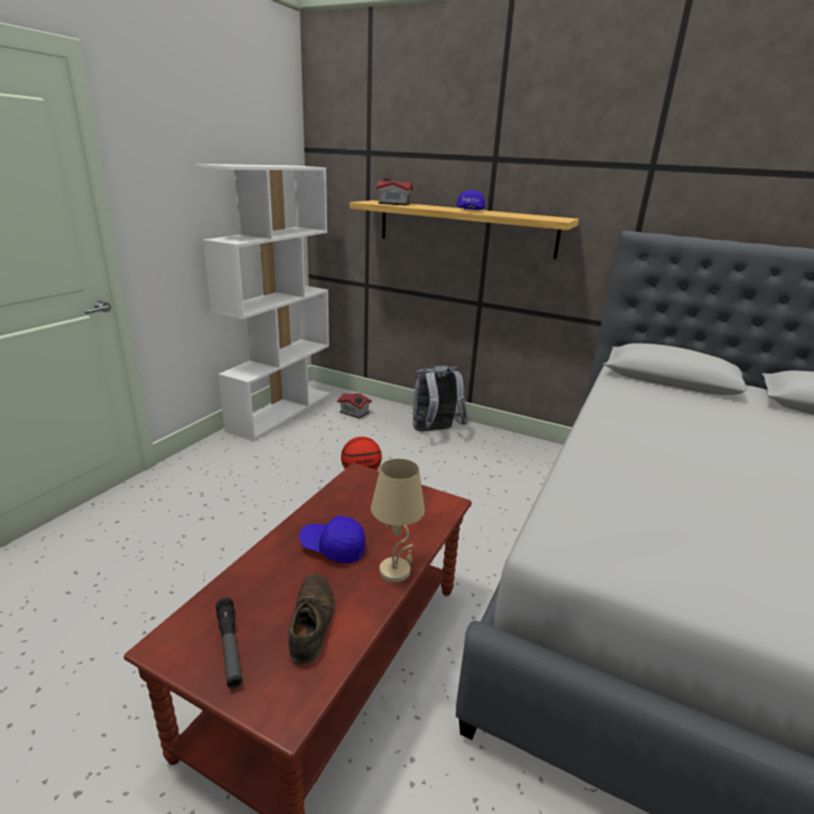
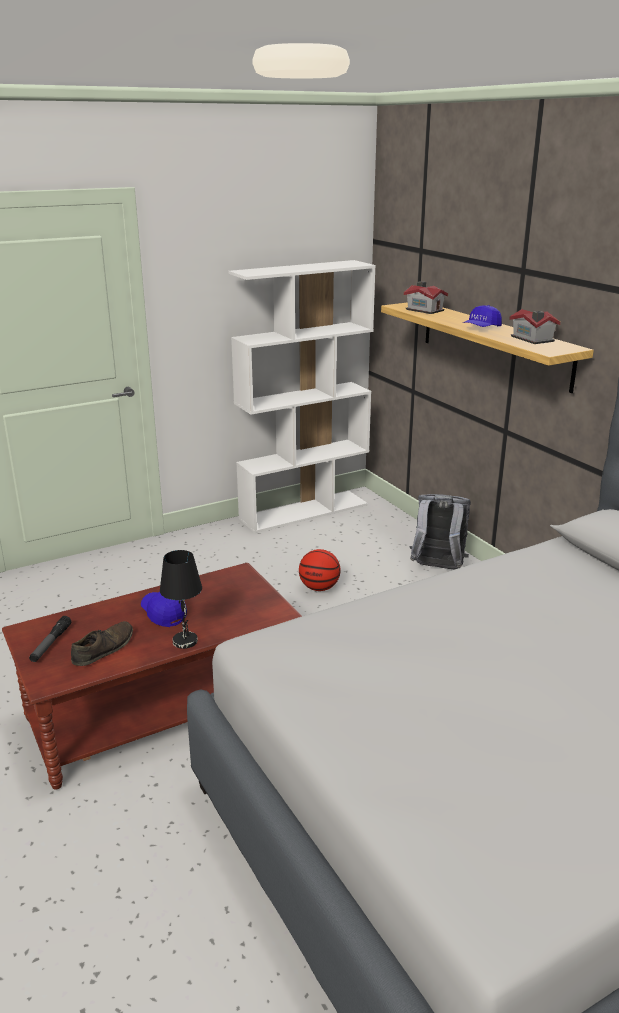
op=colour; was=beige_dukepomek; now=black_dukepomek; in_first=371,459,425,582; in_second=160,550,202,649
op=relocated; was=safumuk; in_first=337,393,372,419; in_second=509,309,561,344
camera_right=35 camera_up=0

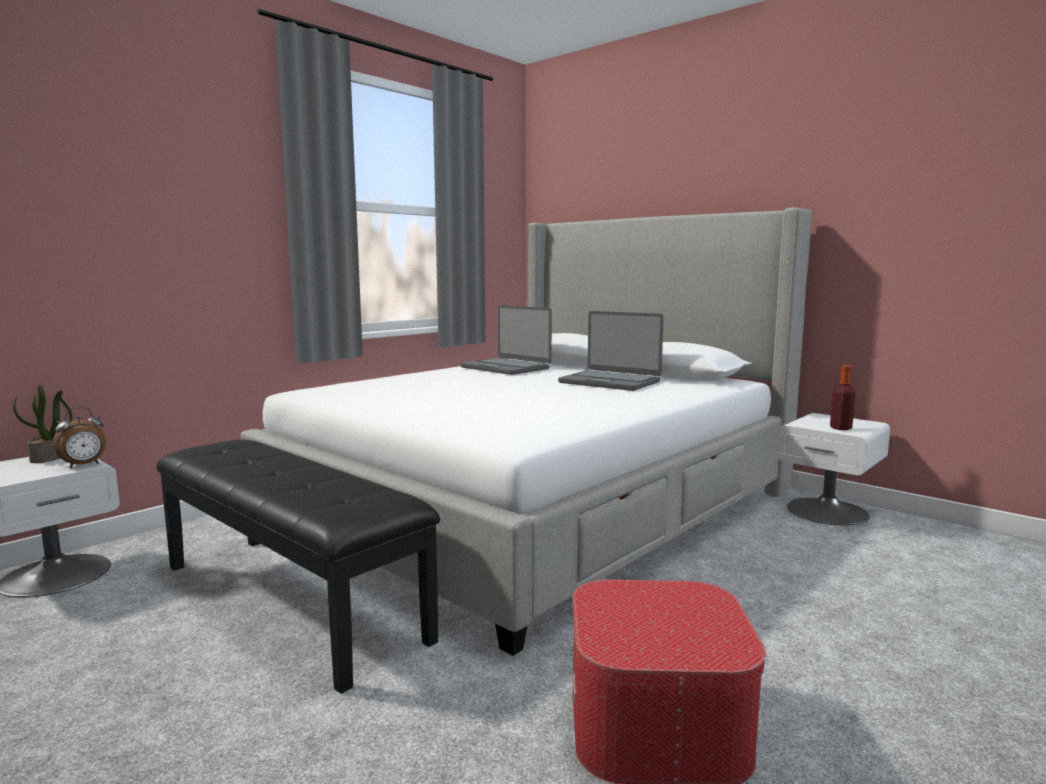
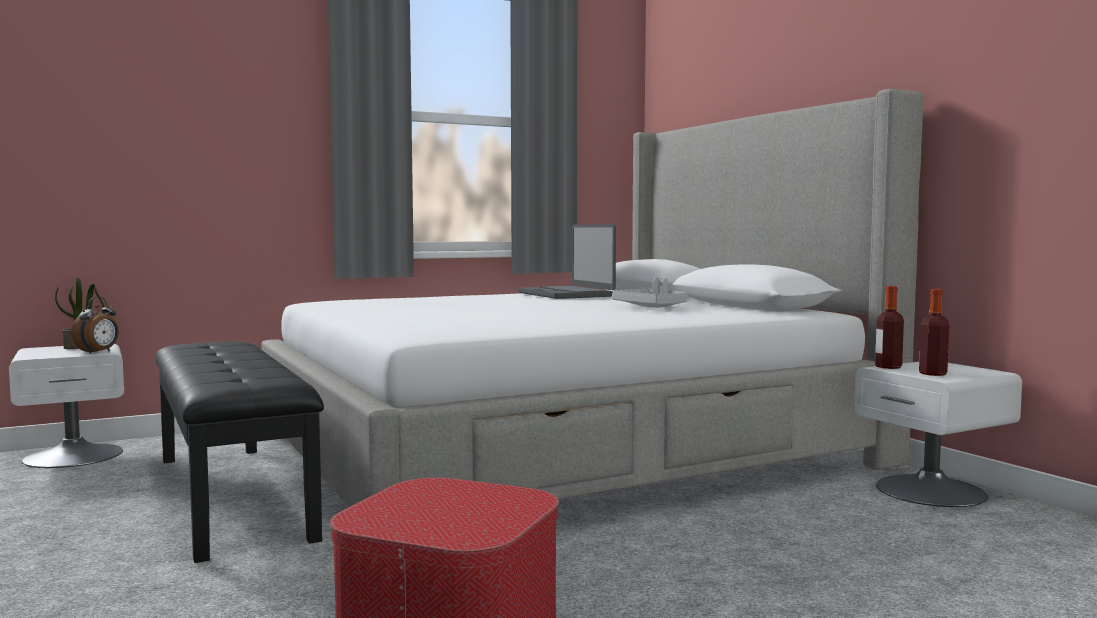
op=spun; was=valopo; in_first=53,407,106,468; in_second=71,297,119,354; clockwise=-45
op=exchanged; was=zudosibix; now=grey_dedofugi; in_first=558,311,664,391; in_second=612,278,687,308
op=appeared; now=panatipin; in_second=875,286,904,369
camera_right=20 camera_up=-5

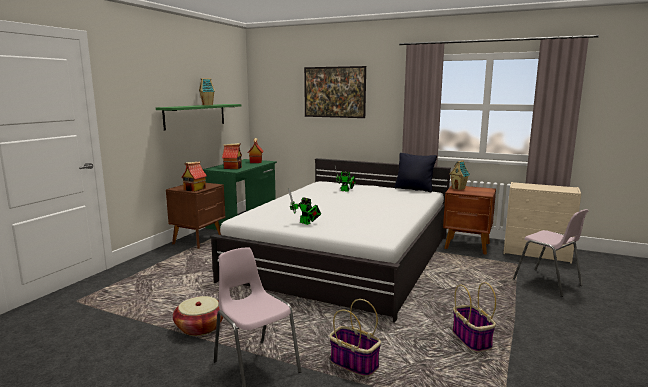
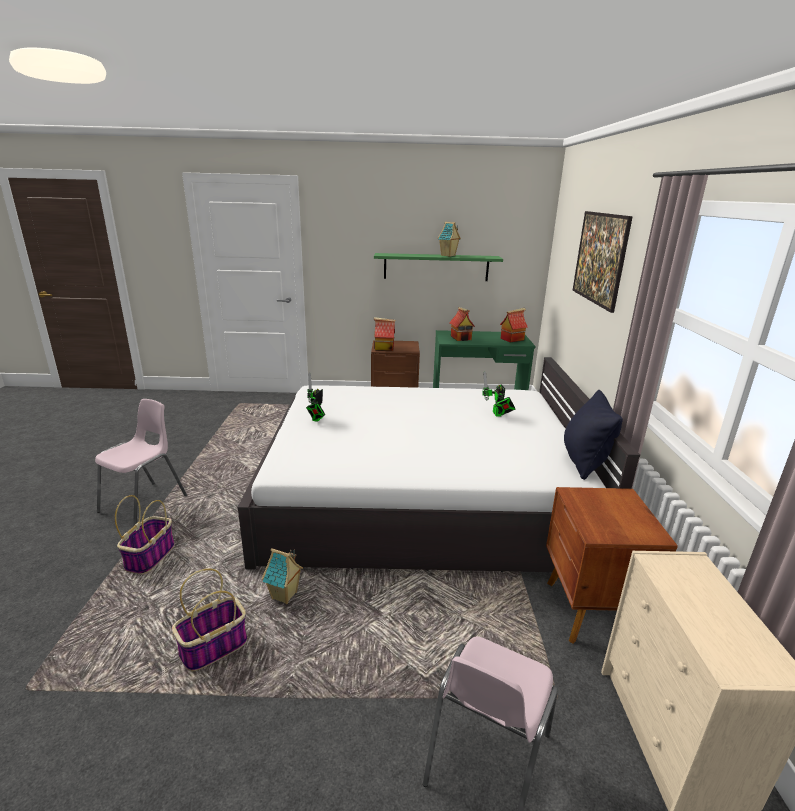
op=relocated; was=safumuk; in_first=449,160,470,190; in_second=262,548,303,604
op=missing; was=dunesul; in_first=173,296,224,336
camera_right=65 camera_up=10

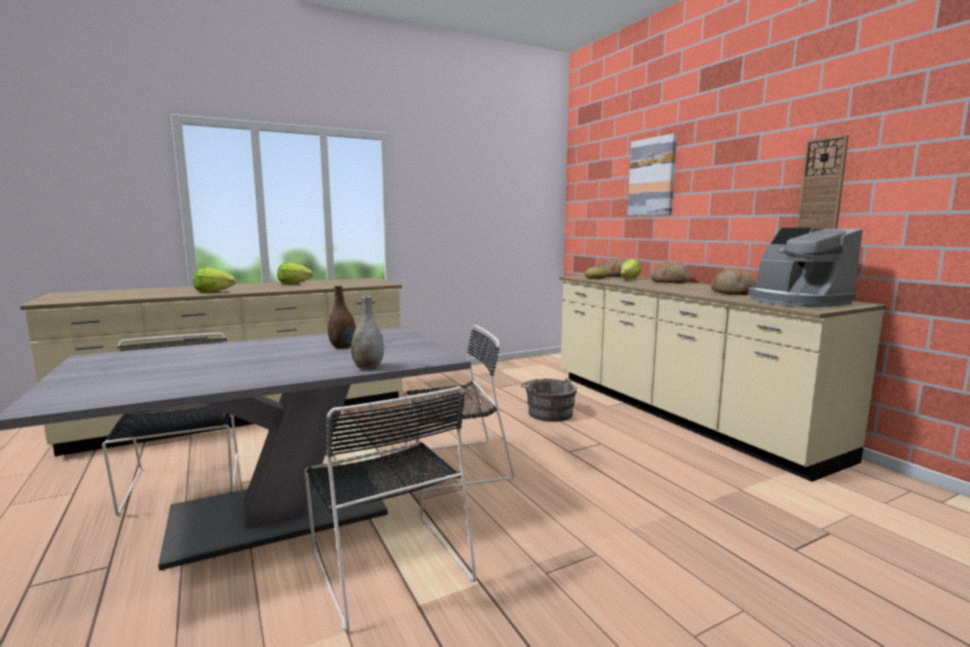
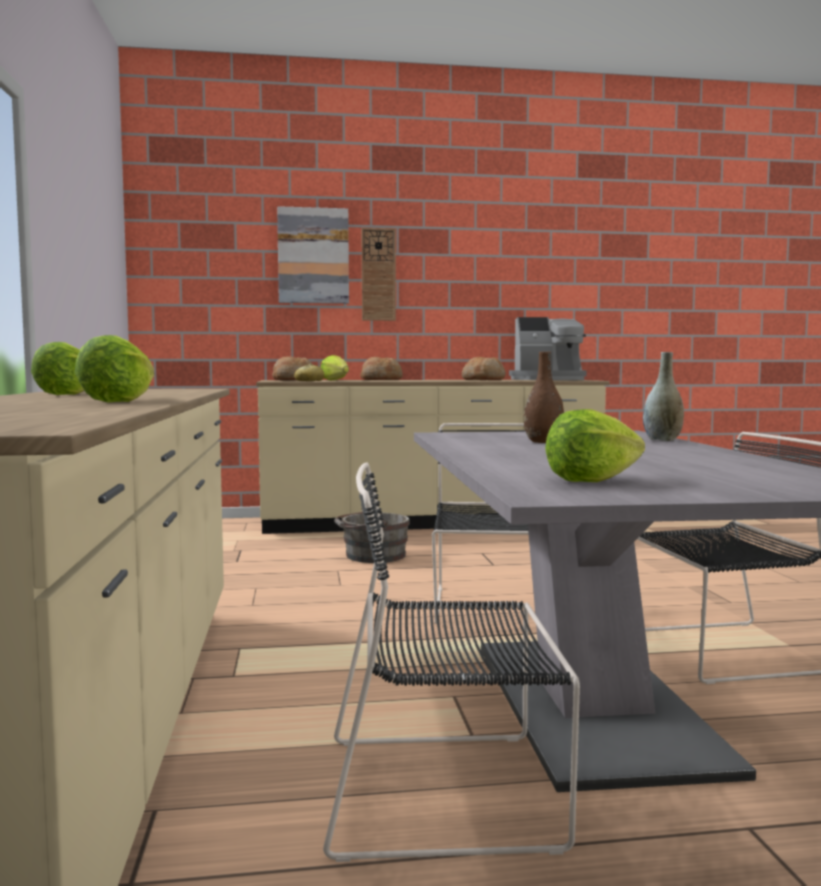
op=relocated; was=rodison; in_first=797,135,849,229; in_second=362,228,396,321
op=appeared; now=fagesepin; in_second=545,409,645,482
camera_right=-70 camera_up=-5

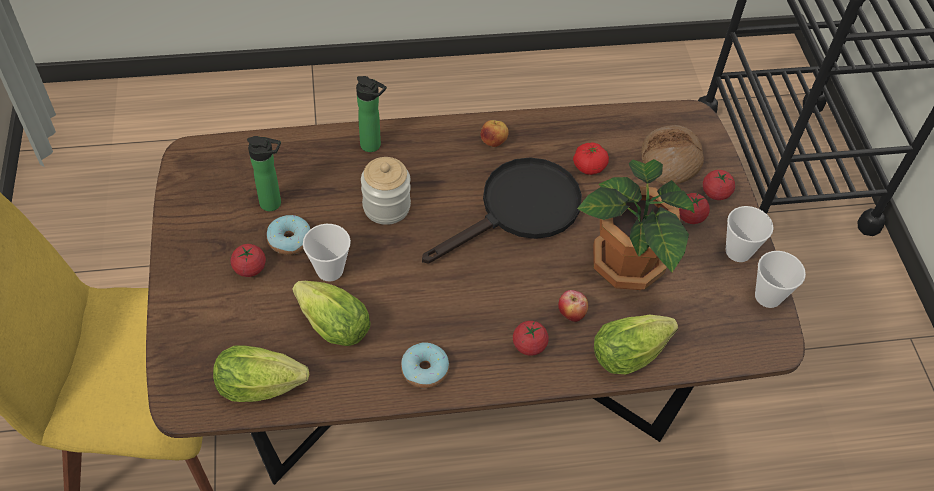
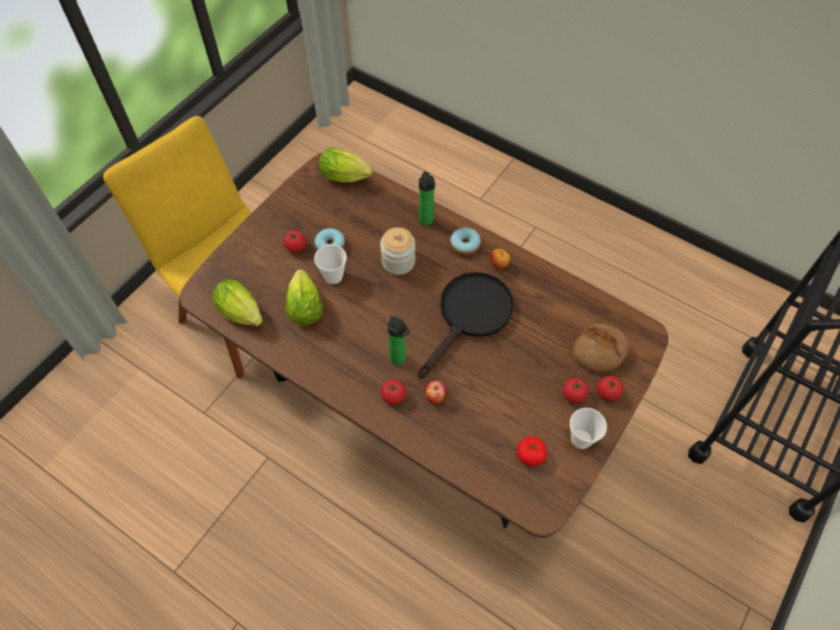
op=relocated; was=fagesepin; in_first=594,315,678,374; in_second=319,147,372,182
op=relocated; was=panatipin; in_first=247,136,281,211; in_second=387,316,410,366
op=spun; was=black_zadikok; in_first=422,157,582,264; in_second=418,272,514,378; clockwise=-60
op=relocated; was=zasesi; in_first=401,342,449,388; in_second=450,228,481,255
op=relocated; was=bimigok; in_first=573,142,609,175; in_second=517,437,547,466
op=missing; was=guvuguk; in_first=577,159,695,290
op=missing; was=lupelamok; in_first=755,251,806,308
camera_right=45 camera_up=5

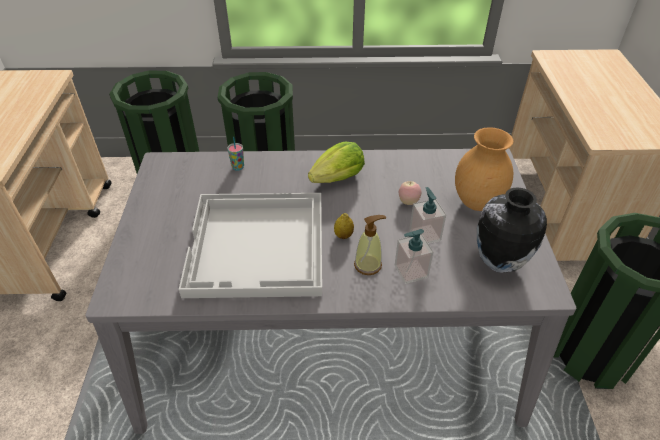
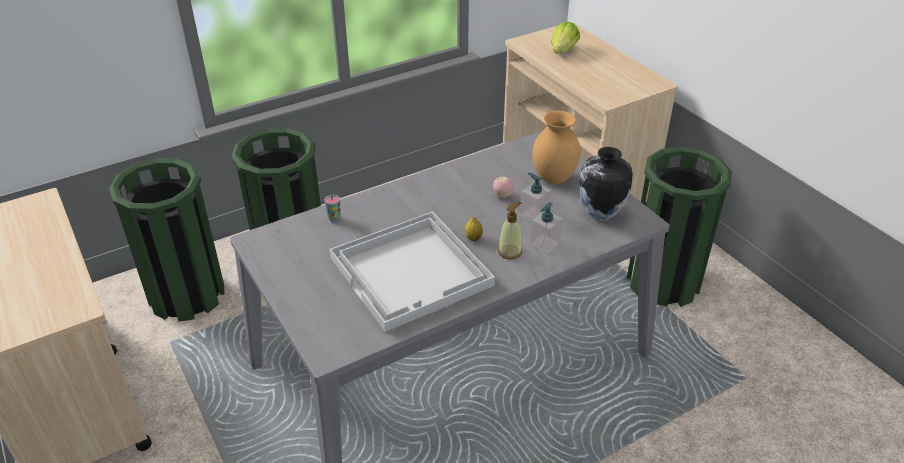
op=relocated; was=fagesepin; in_first=308,142,365,183; in_second=551,21,580,54
camera_right=-30 camera_up=-5

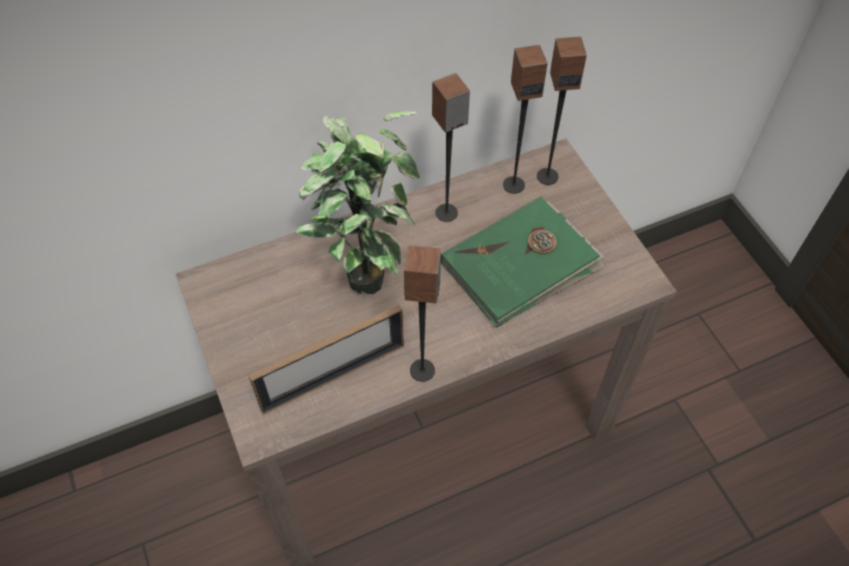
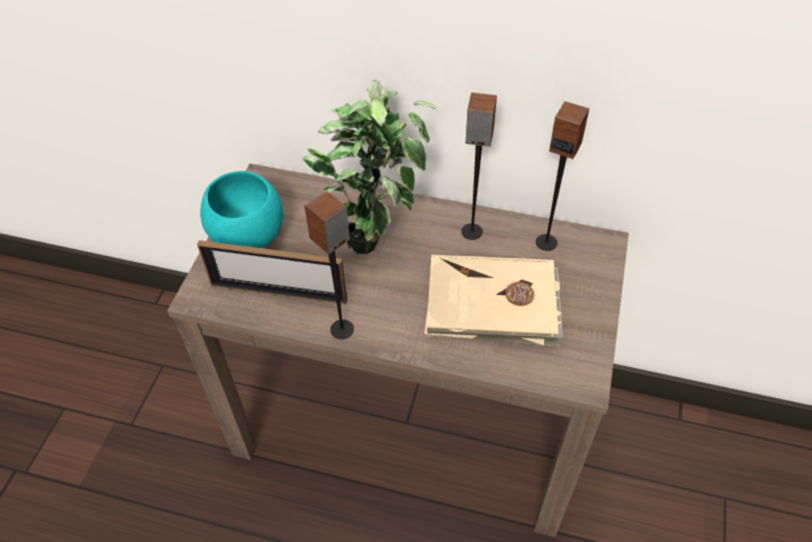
op=appeared; now=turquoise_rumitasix; in_second=200,171,283,248
op=colour; was=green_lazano; now=beige_lazano; in_first=441,196,605,327; in_second=424,255,563,347
op=missing; was=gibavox; in_first=537,36,587,185
camera_right=40 camera_up=-5

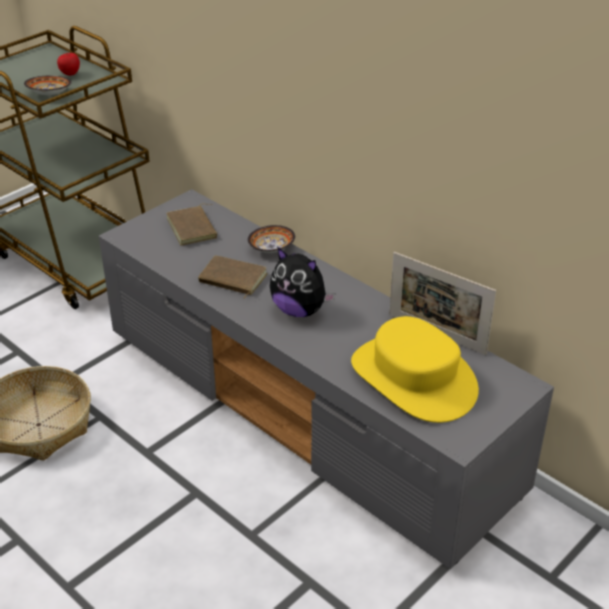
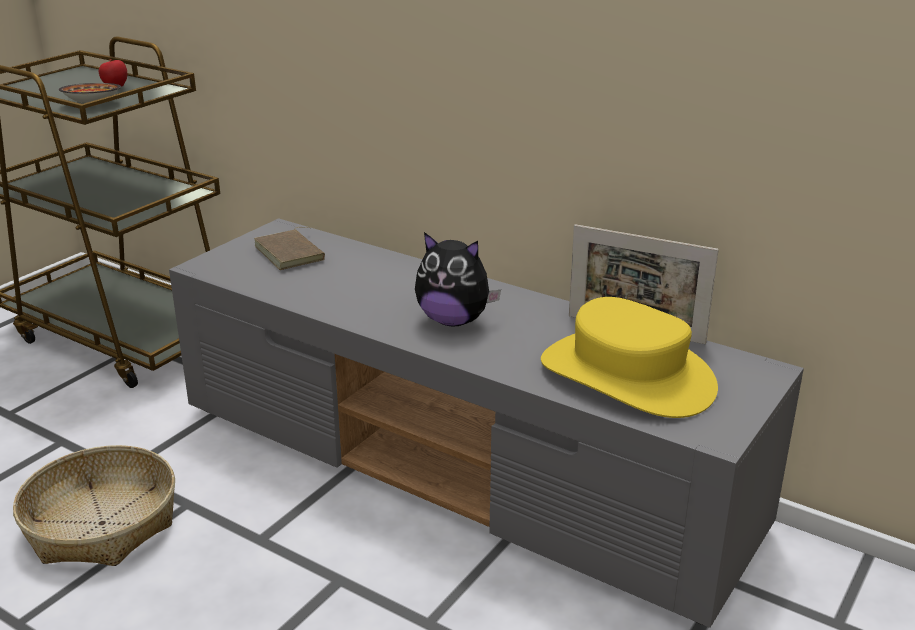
op=missing; was=brown_lazano; in_first=198,255,268,299
op=missing; was=rumitasix; in_first=248,225,295,253
camera_right=-10 camera_up=-10

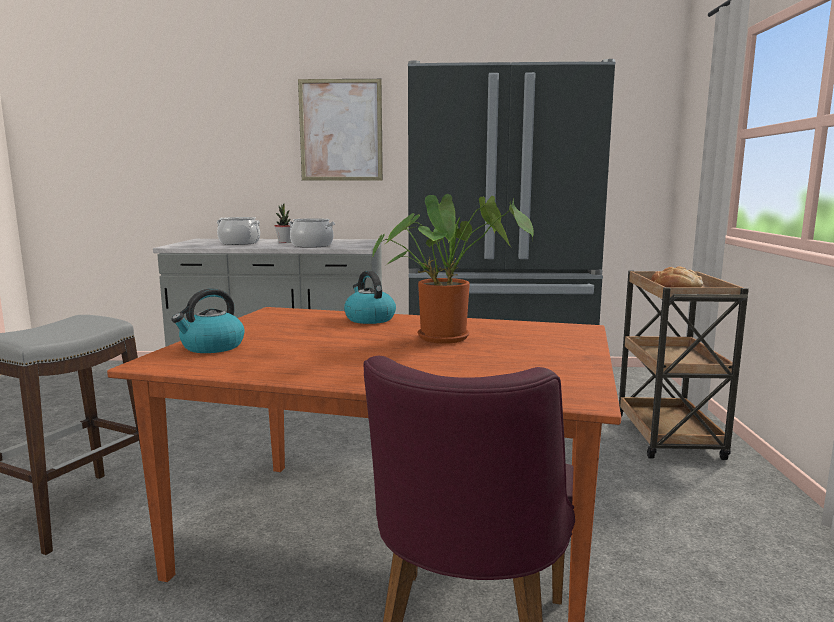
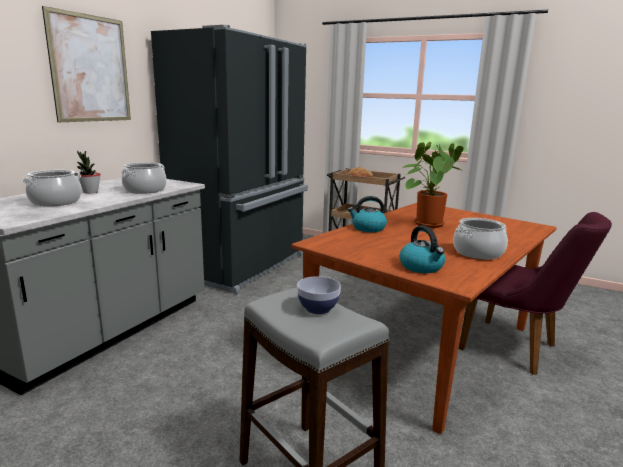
op=appeared; now=rumitasix; in_second=297,276,341,314
op=appeared; now=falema; in_second=453,218,508,260
camera_right=-65 camera_up=5

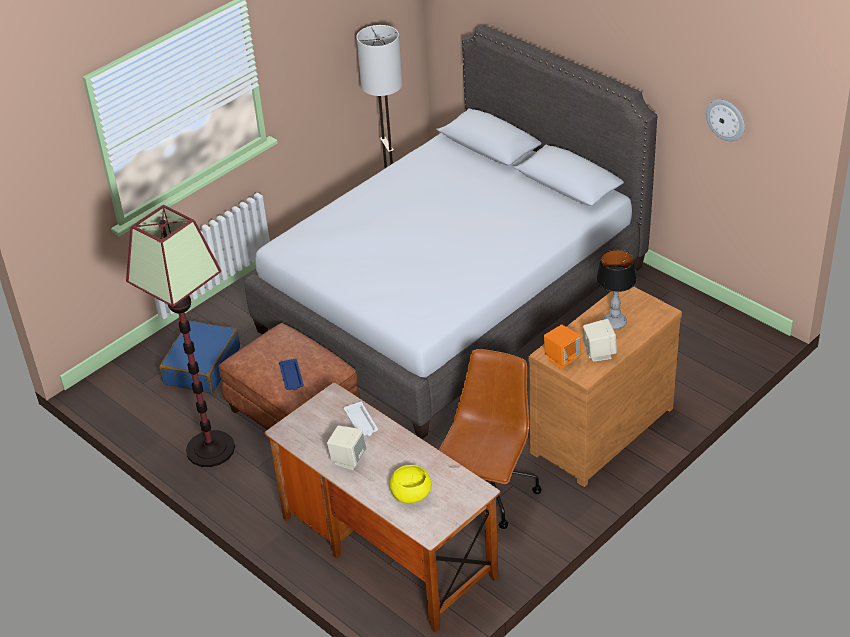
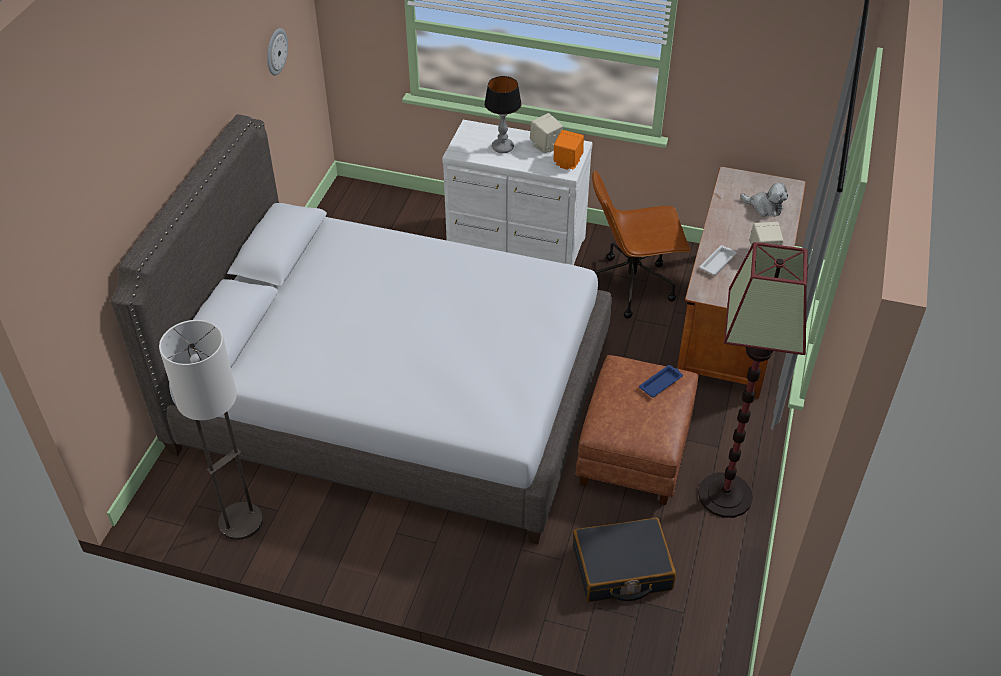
op=colour; was=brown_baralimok; now=white_baralimok; in_first=529,286,682,487; in_second=442,120,592,265
op=colour; was=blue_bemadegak; now=black_bemadegak; in_first=159,321,240,393; in_second=573,518,676,602
op=exchanged; was=yellow_rumitasix; now=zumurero; in_first=390,465,431,503; in_second=740,183,788,217
camera_right=-120 camera_up=5

